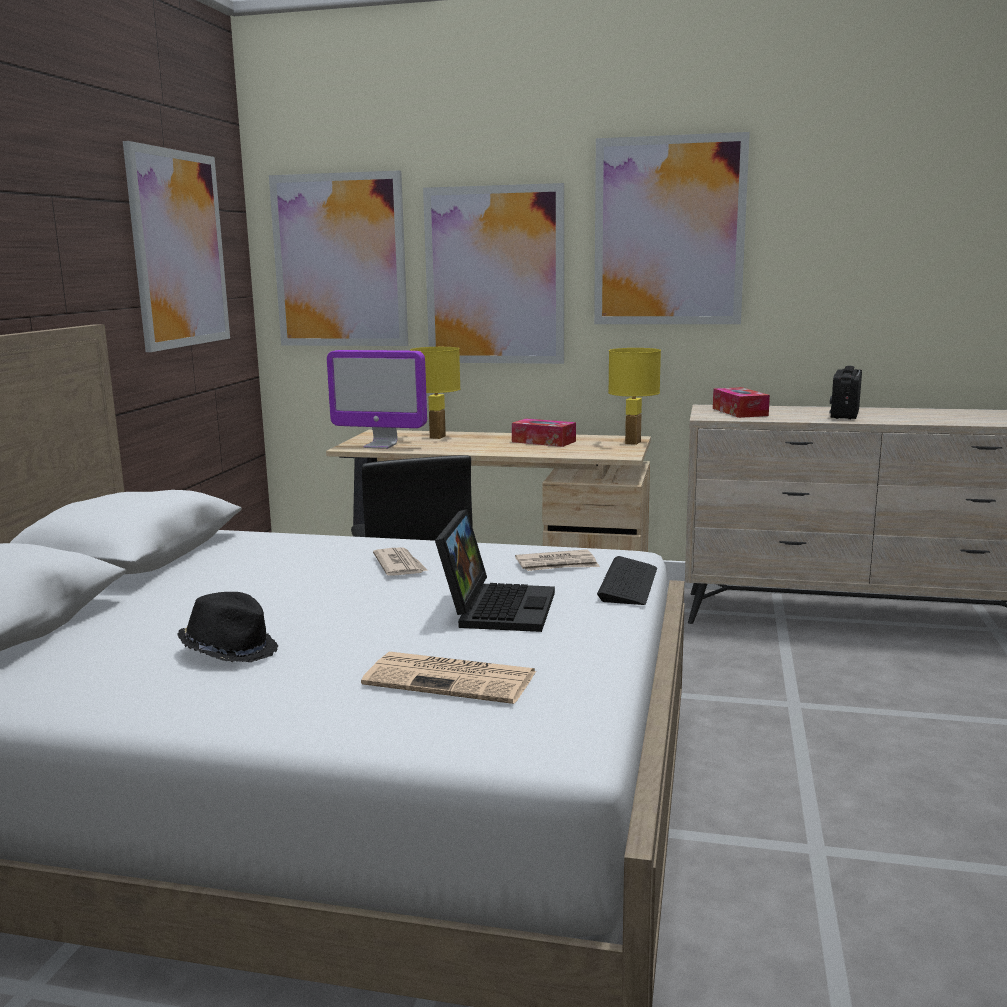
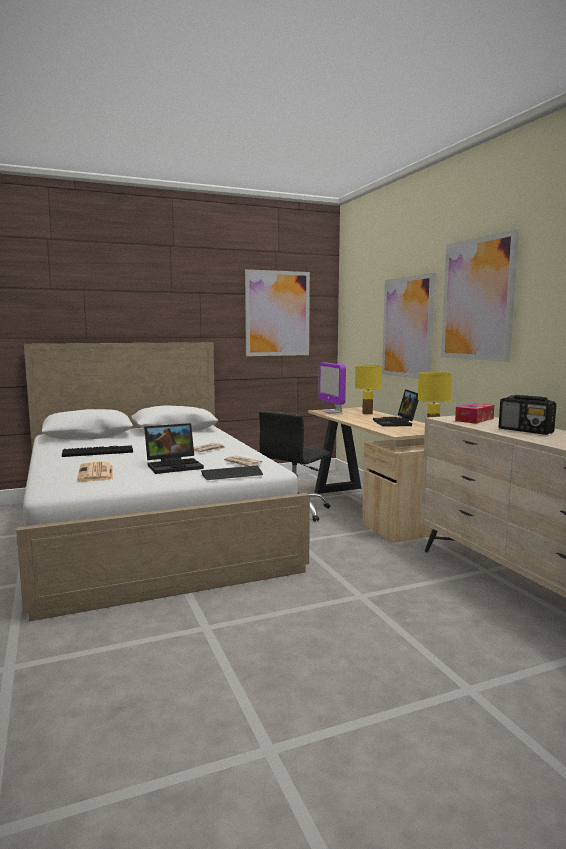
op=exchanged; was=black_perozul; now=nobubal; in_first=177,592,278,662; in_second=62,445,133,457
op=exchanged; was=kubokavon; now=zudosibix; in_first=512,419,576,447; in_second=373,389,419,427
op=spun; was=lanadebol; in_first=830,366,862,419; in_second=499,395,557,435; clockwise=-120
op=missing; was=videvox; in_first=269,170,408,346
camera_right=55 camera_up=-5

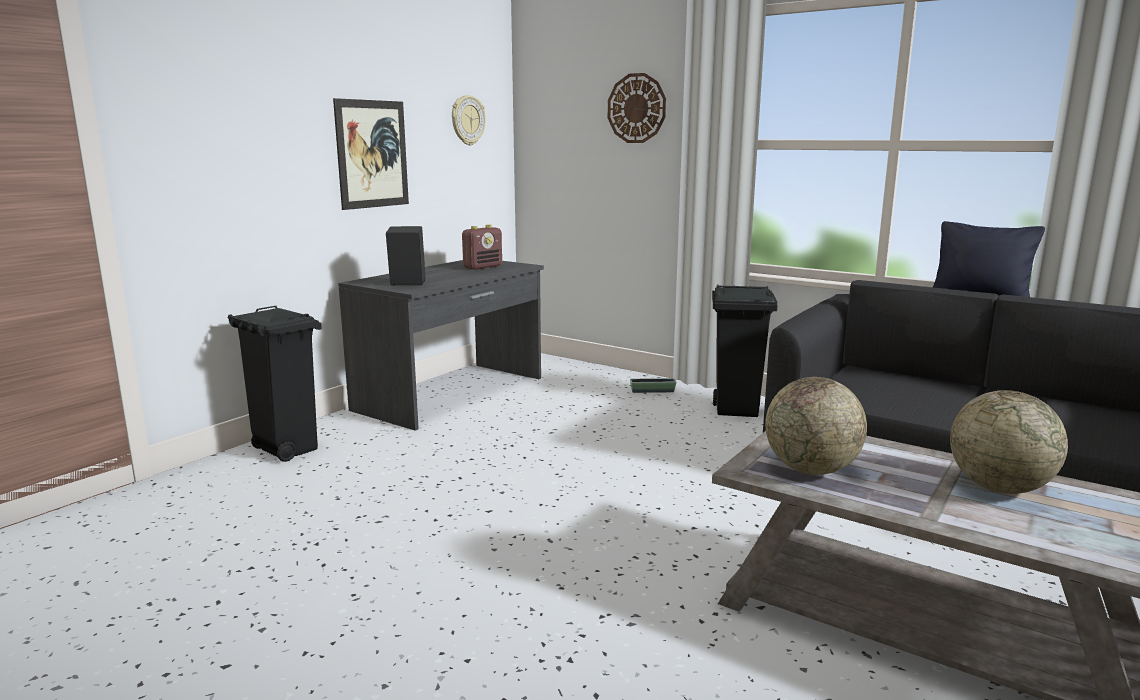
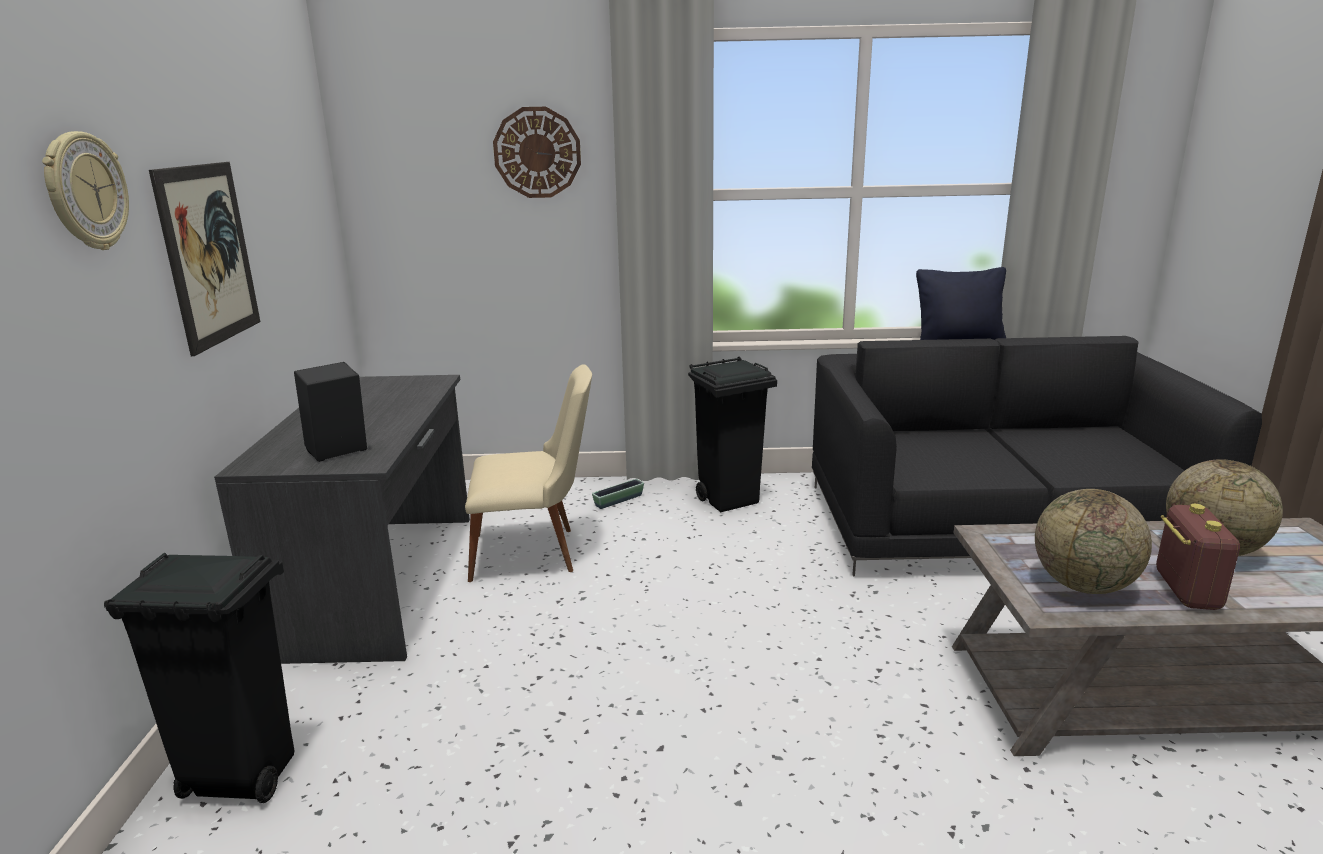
op=relocated; was=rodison; in_first=452,95,486,145; in_second=42,131,129,250
op=appeared; now=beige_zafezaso; in_second=465,364,592,582
op=relocated; was=lanadebol; in_first=462,225,502,270; in_second=1156,504,1240,610
camera_right=-35 camera_up=5

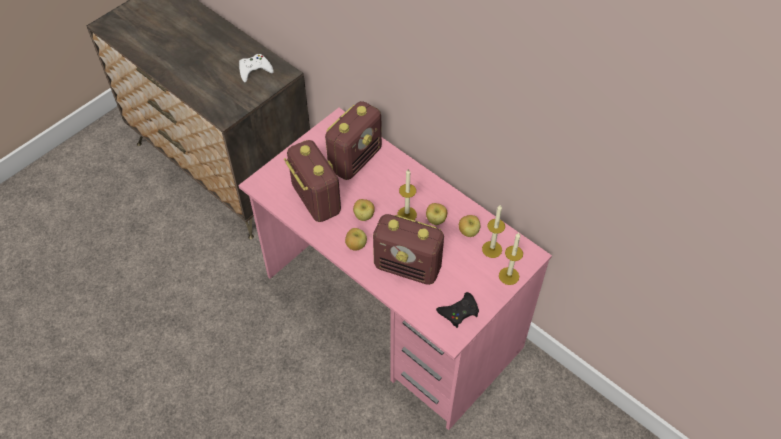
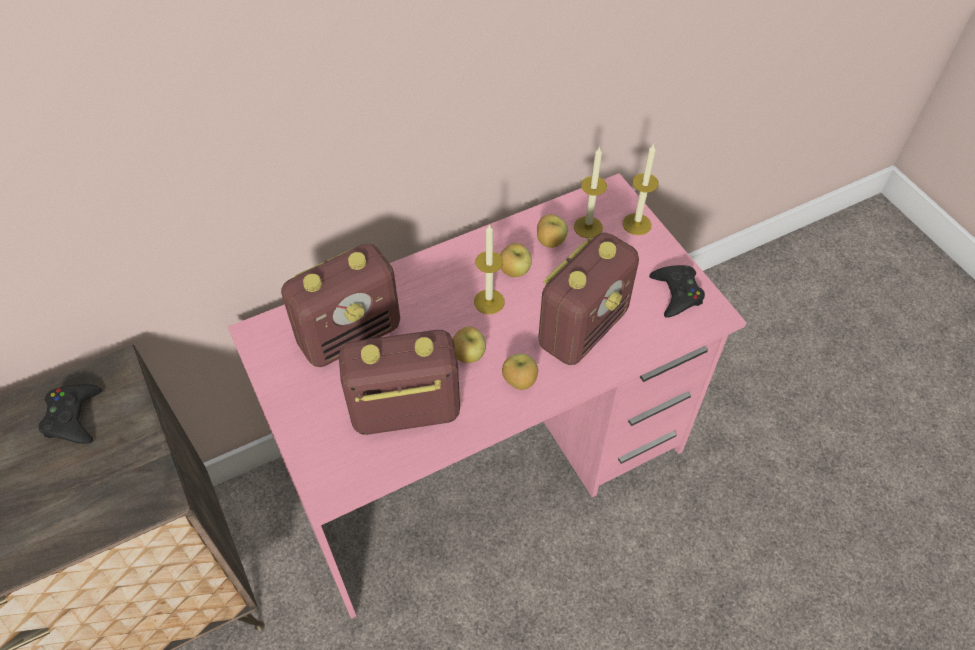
op=colour; was=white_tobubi; now=black_tobubi; in_first=239,54,274,82; in_second=39,384,102,444
op=spun; was=lanadebol; in_first=325,101,382,180; in_second=281,244,400,367; clockwise=90
camera_right=-70 camera_up=0

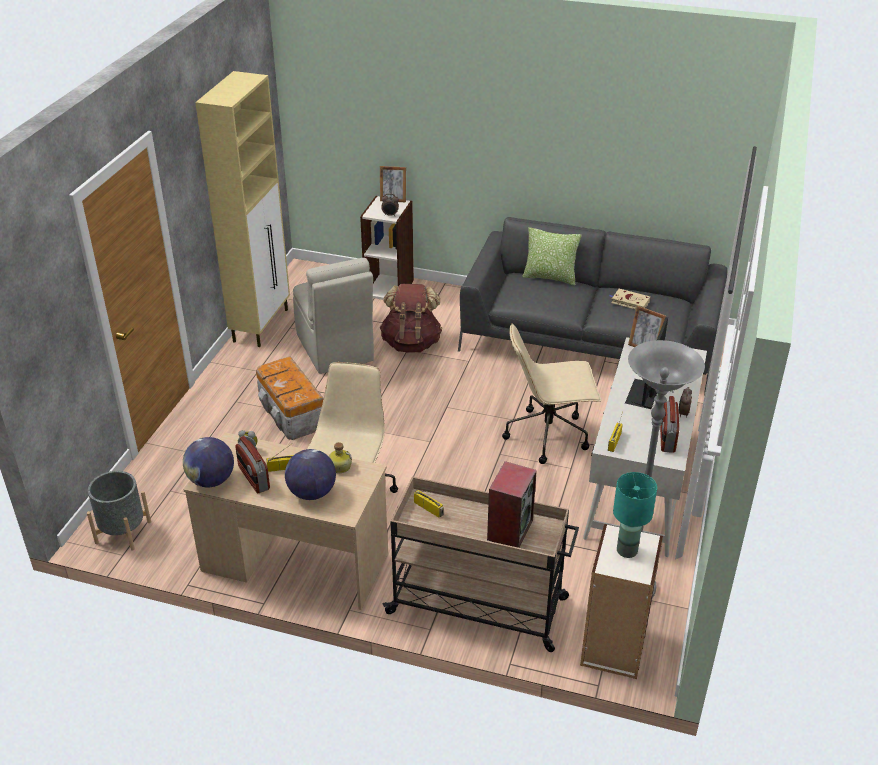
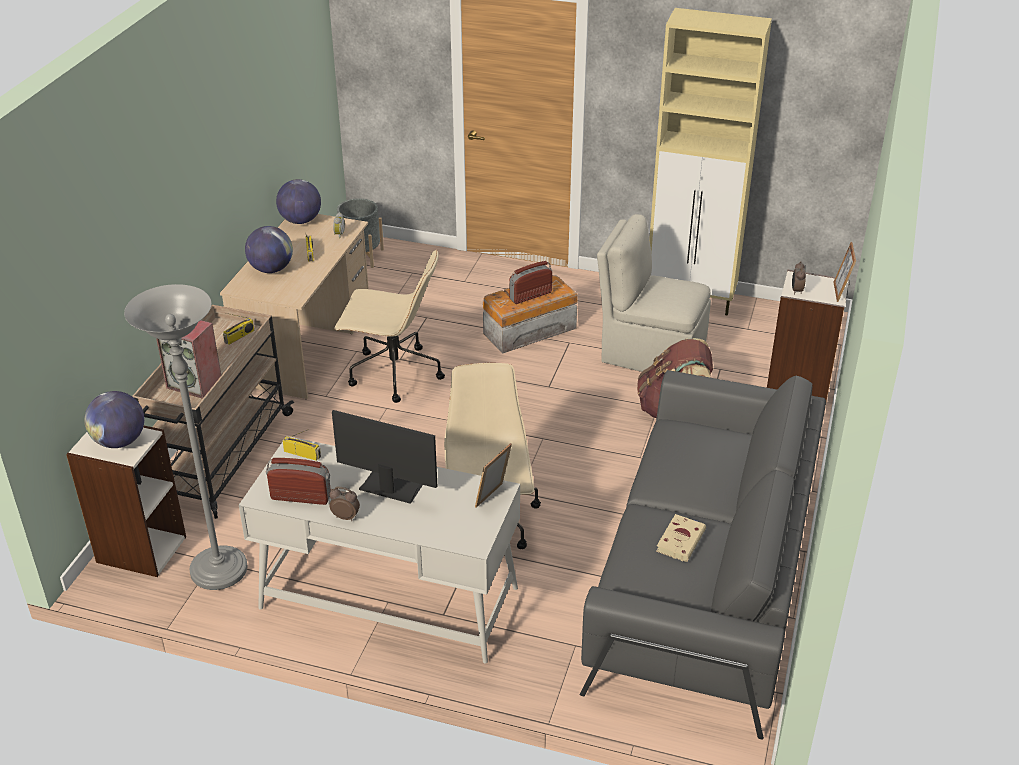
op=exchanged; was=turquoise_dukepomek; now=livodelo; in_first=613,472,657,558; in_second=84,391,144,448
op=relocated; was=lanadebol; in_first=235,436,270,493; in_second=509,261,552,304
op=spun; was=beige_zafezaso; in_first=293,258,374,374; in_second=597,214,711,372; clockwise=45
op=missing; was=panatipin; in_first=329,442,352,473
op=missing; was=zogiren; in_first=522,227,581,285
camera_right=90 camera_up=0

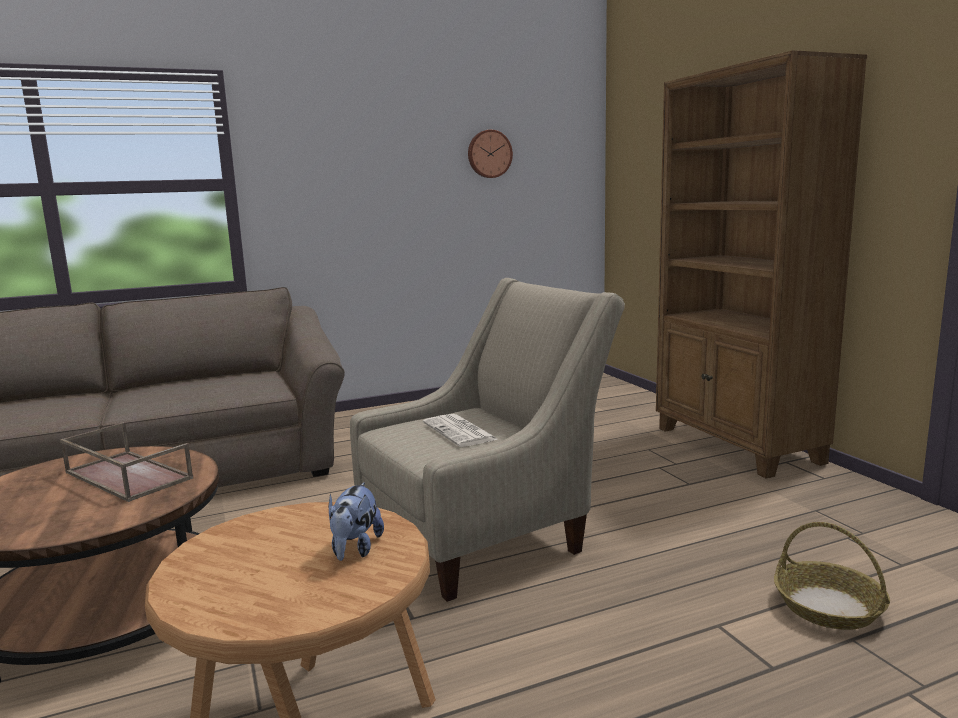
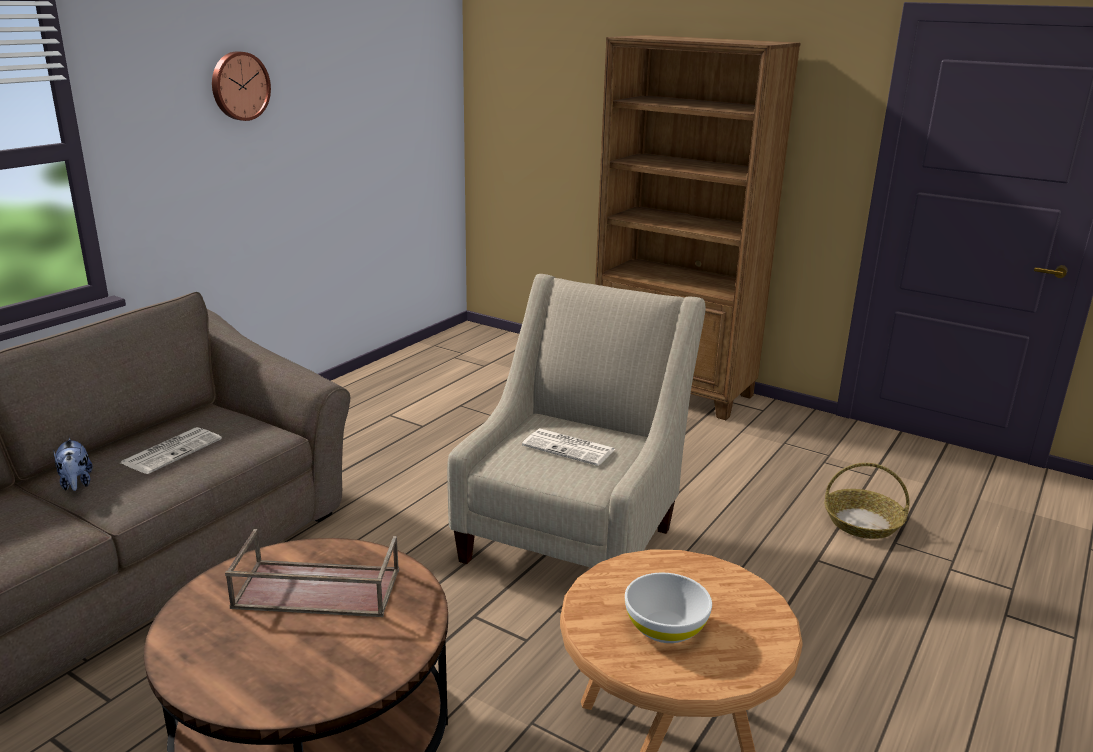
op=relocated; was=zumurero; in_first=329,482,384,561; in_second=53,438,92,491
op=appeared; now=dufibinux; in_second=121,427,222,474
op=relocated; was=rodison; in_first=468,130,513,178; in_second=212,51,271,121
op=appeared; now=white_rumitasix; in_second=625,572,712,643
camera_right=-35 camera_up=10

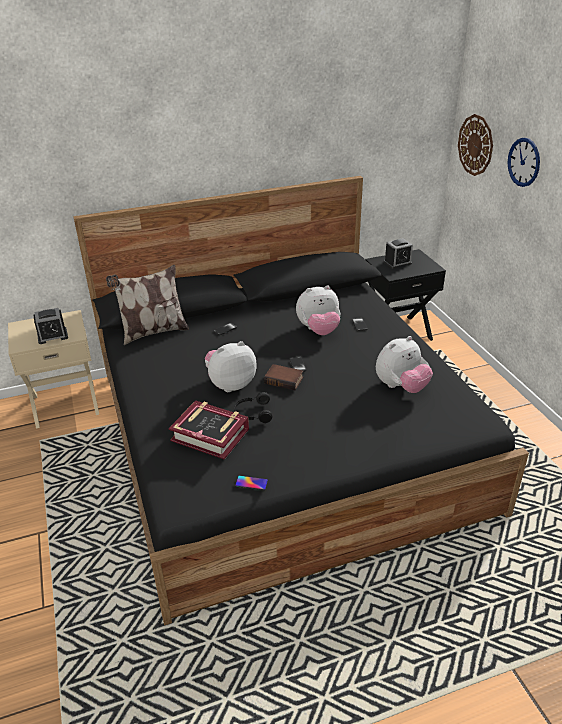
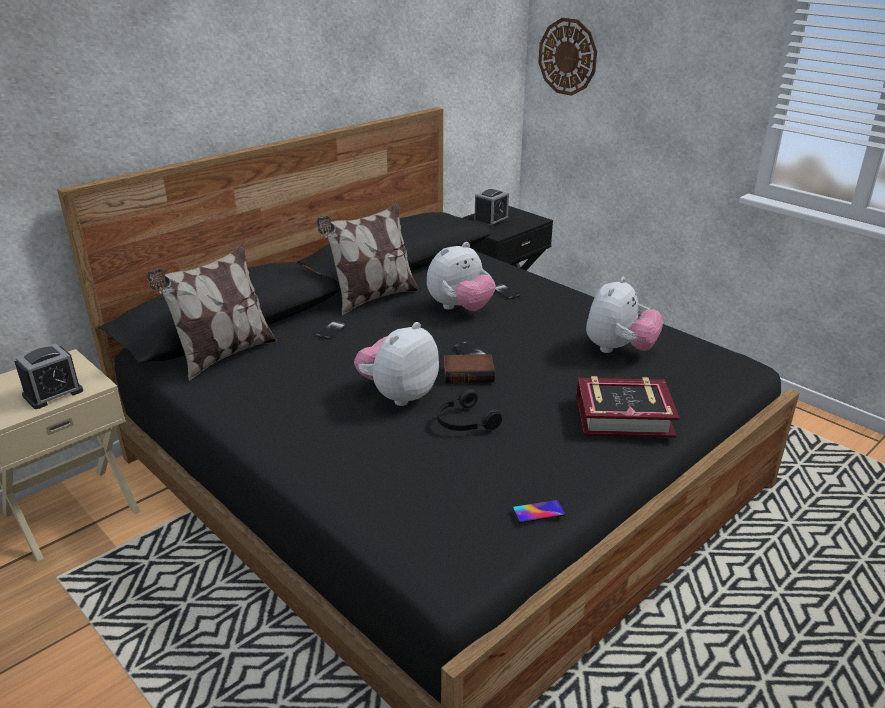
op=appeared; now=zogiren; in_second=316,202,419,316
op=relocated; was=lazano; in_first=169,400,249,460; in_second=576,376,680,438
op=missing; was=rodison; in_first=508,138,540,187
camera_right=-25 camera_up=-5

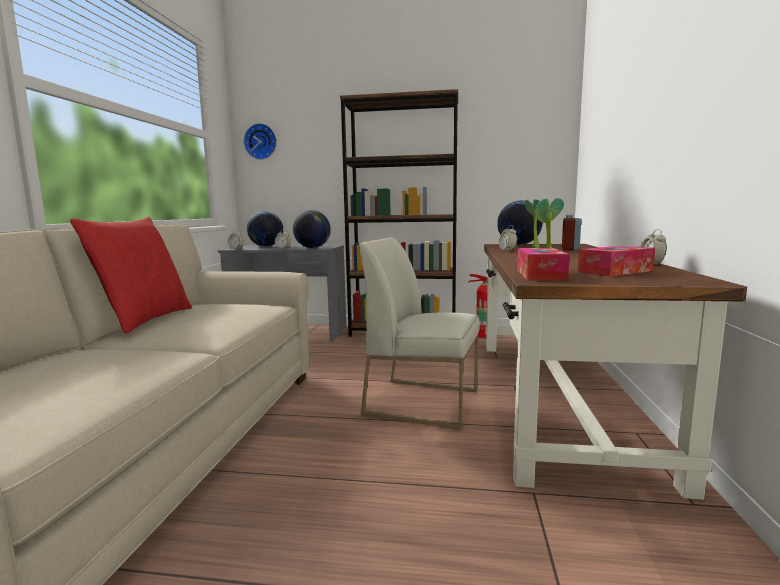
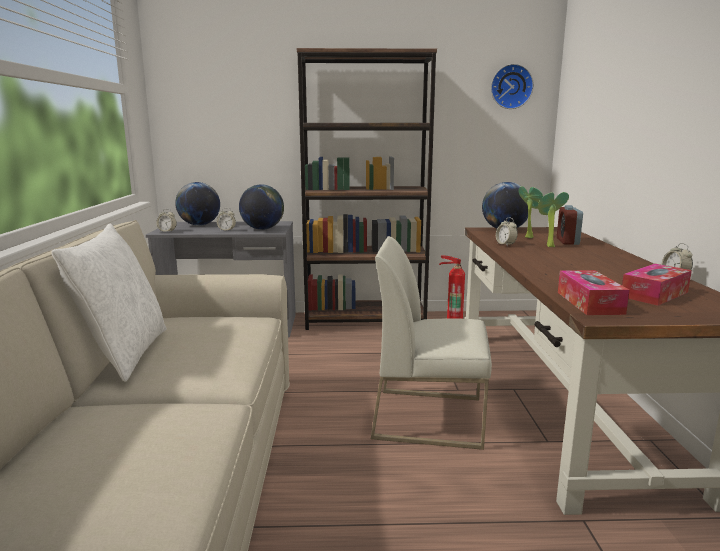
op=colour; was=red_zogiren; now=white_zogiren; in_first=70,217,192,334; in_second=51,223,167,382
op=relocated; was=rodison; in_first=243,123,277,160; in_second=491,64,534,109
camera_right=-10 camera_up=5

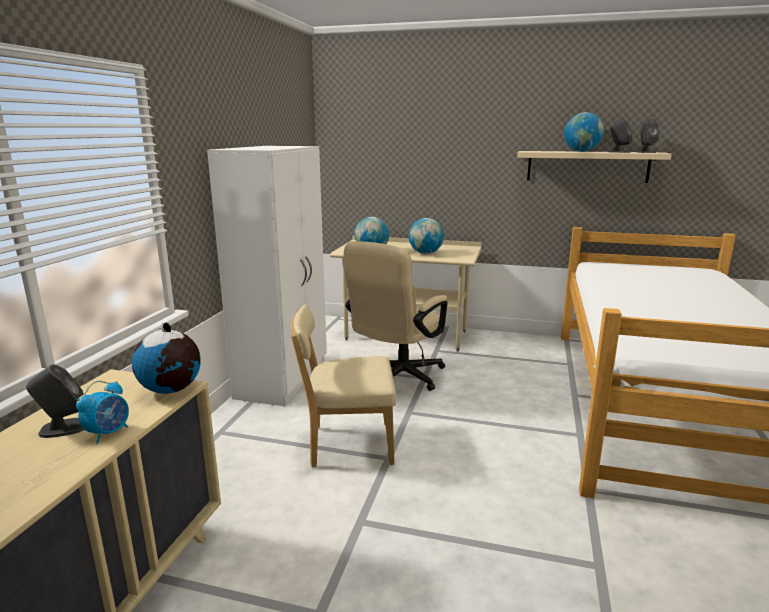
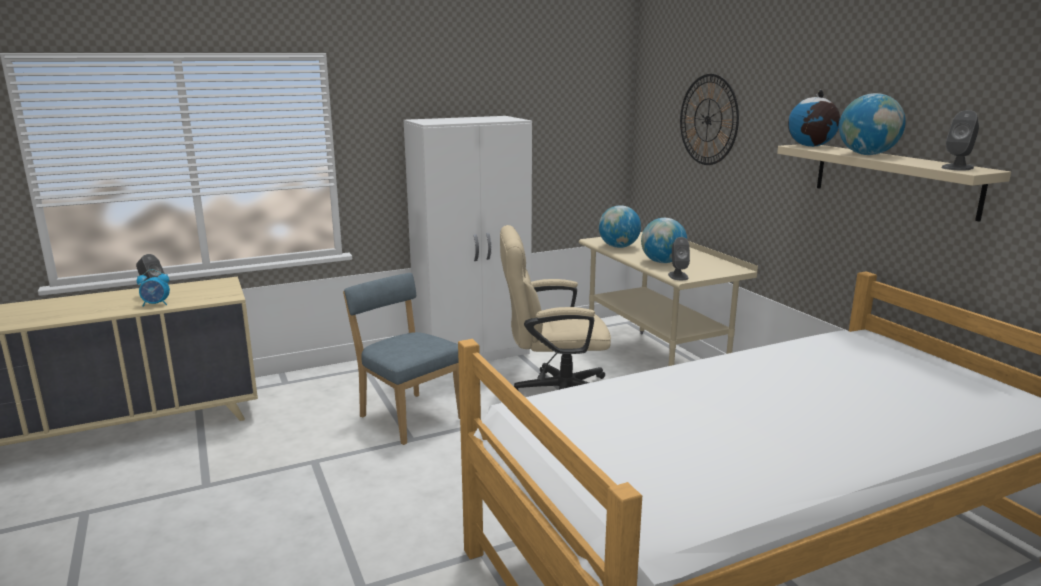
op=colour; was=beige_zafezaso; now=blue_zafezaso; in_first=291,304,396,467; in_second=343,273,460,445
op=relocated; was=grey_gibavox; in_first=609,119,633,153; in_second=668,237,690,280
op=appeared; now=rodison; in_second=680,74,739,165
op=relocated; was=livodelo; in_first=132,323,201,394; in_second=788,90,840,147
camera_right=50 camera_up=0

